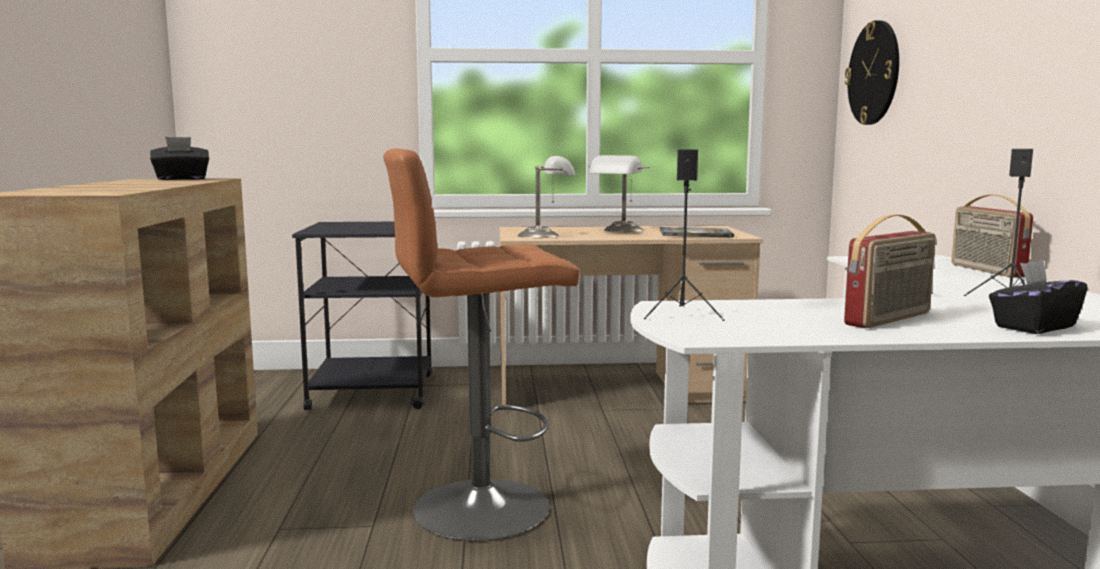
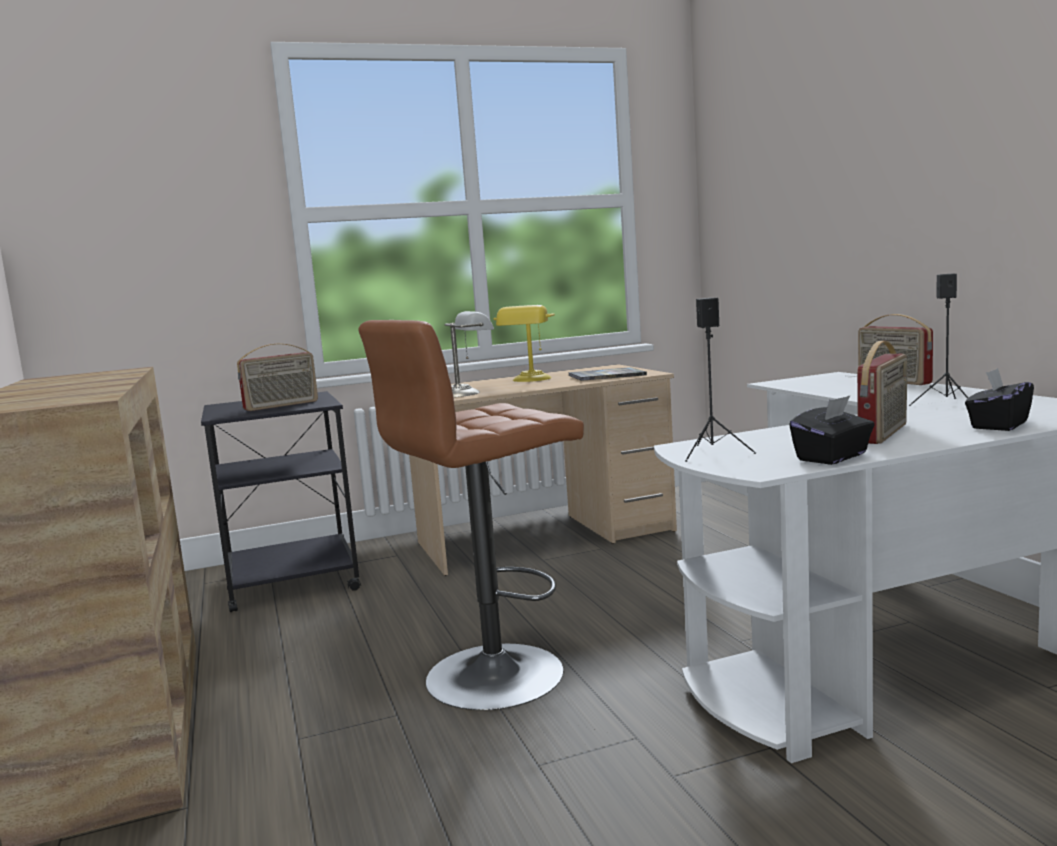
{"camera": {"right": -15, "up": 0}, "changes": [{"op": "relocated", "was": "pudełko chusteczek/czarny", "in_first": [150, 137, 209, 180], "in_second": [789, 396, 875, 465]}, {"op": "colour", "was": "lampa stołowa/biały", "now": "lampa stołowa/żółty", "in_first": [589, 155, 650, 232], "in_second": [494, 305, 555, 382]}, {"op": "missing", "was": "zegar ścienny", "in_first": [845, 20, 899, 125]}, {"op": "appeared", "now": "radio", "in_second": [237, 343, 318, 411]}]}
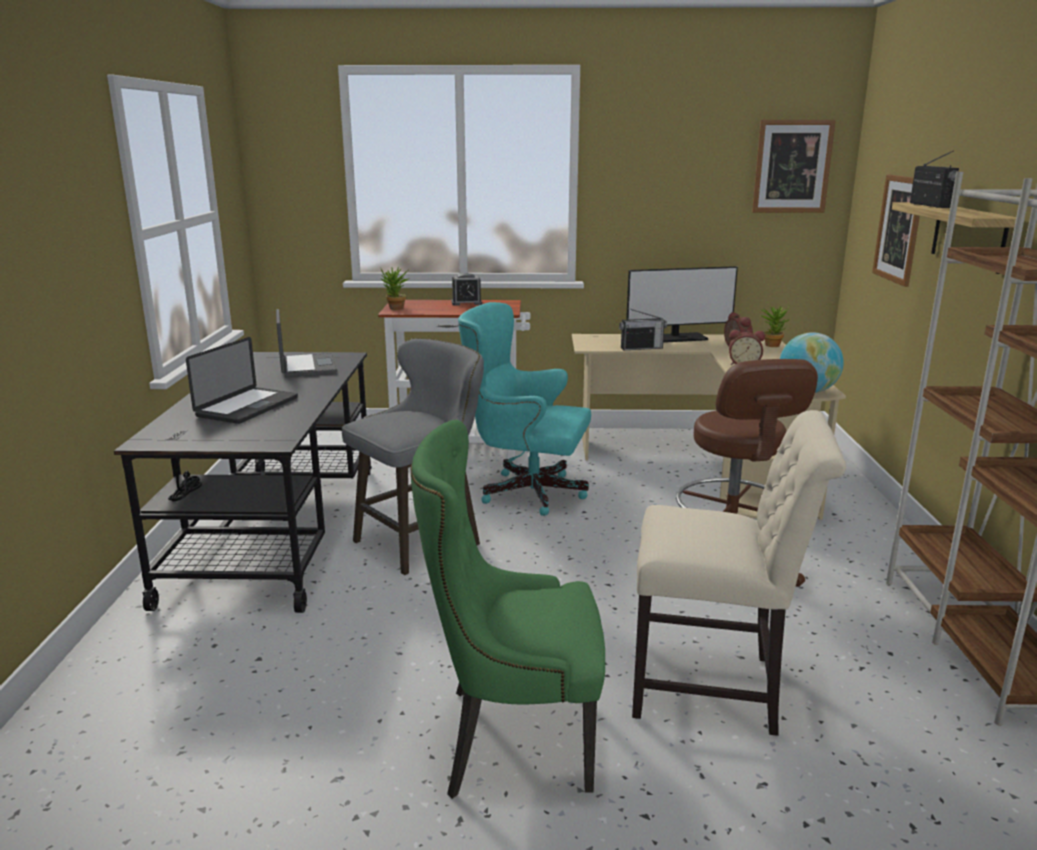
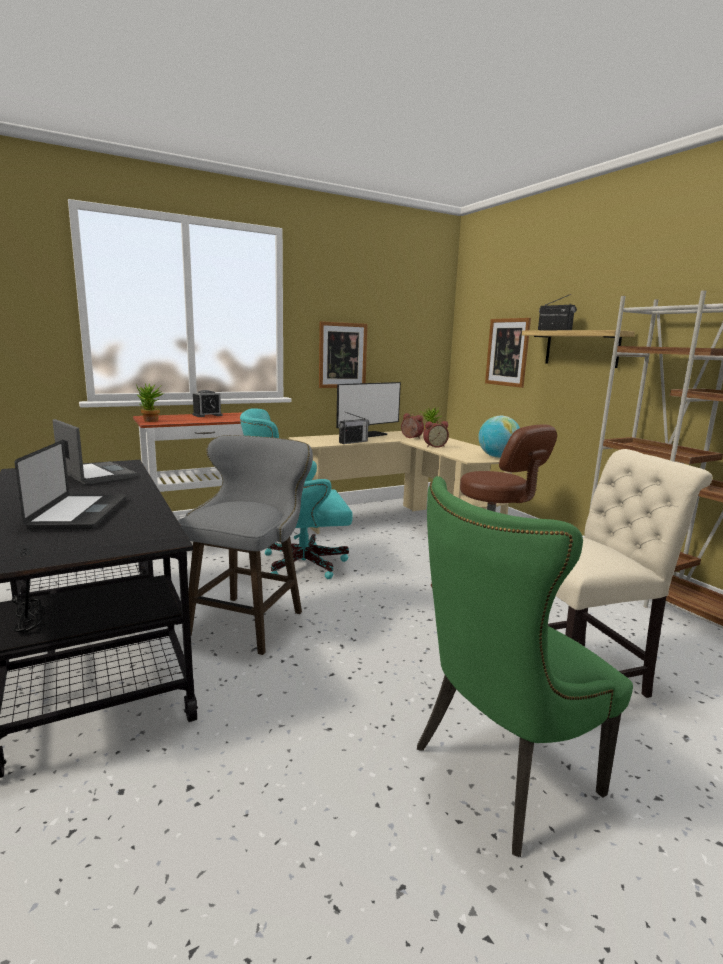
{"camera": {"right": -30, "up": -5}, "changes": [{"op": "relocated", "was": "obraz", "in_first": [752, 120, 836, 213], "in_second": [319, 321, 368, 388]}]}
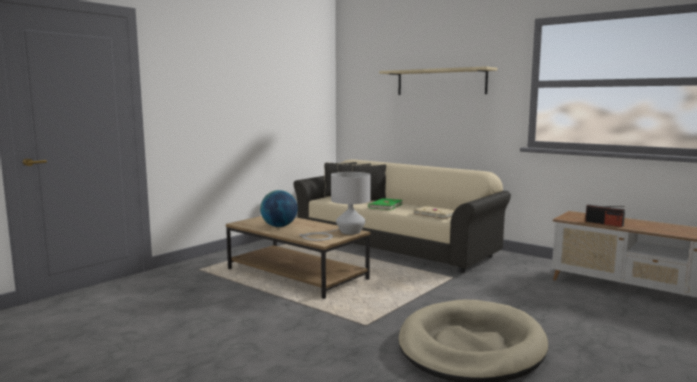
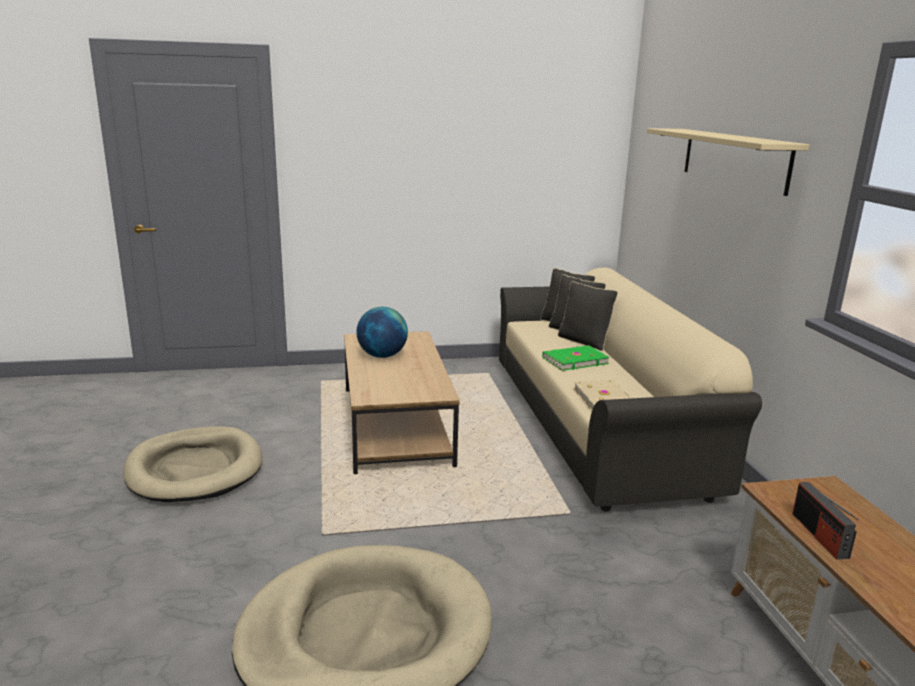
{"camera": {"right": 40, "up": 10}, "changes": [{"op": "missing", "was": "lampa stołowa/szary", "in_first": [299, 172, 371, 241]}, {"op": "appeared", "now": "legowisko/beżowy", "in_second": [123, 426, 262, 502]}]}
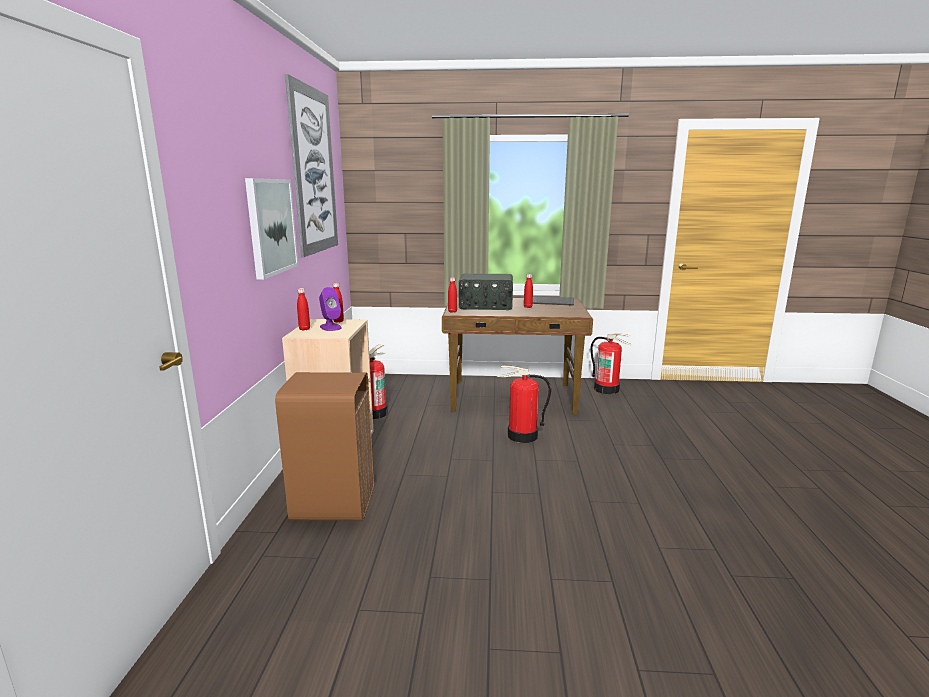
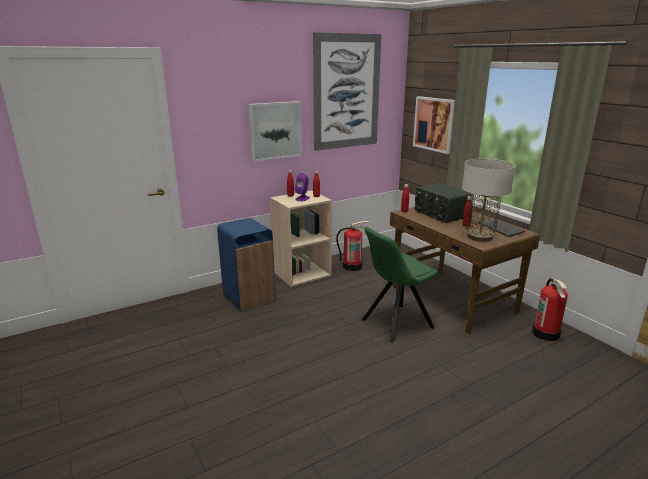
{"camera": {"right": 55, "up": 5}, "changes": [{"op": "colour", "was": "kosz na śmieci/brązowy", "now": "kosz na śmieci/niebieski", "in_first": [275, 372, 374, 521], "in_second": [217, 218, 275, 311]}, {"op": "exchanged", "was": "gaśnica", "now": "krzesło/zielony", "in_first": [497, 365, 551, 443], "in_second": [362, 227, 438, 343]}, {"op": "appeared", "now": "obraz", "in_second": [413, 96, 455, 154]}, {"op": "appeared", "now": "lampa stołowa", "in_second": [462, 159, 516, 242]}]}
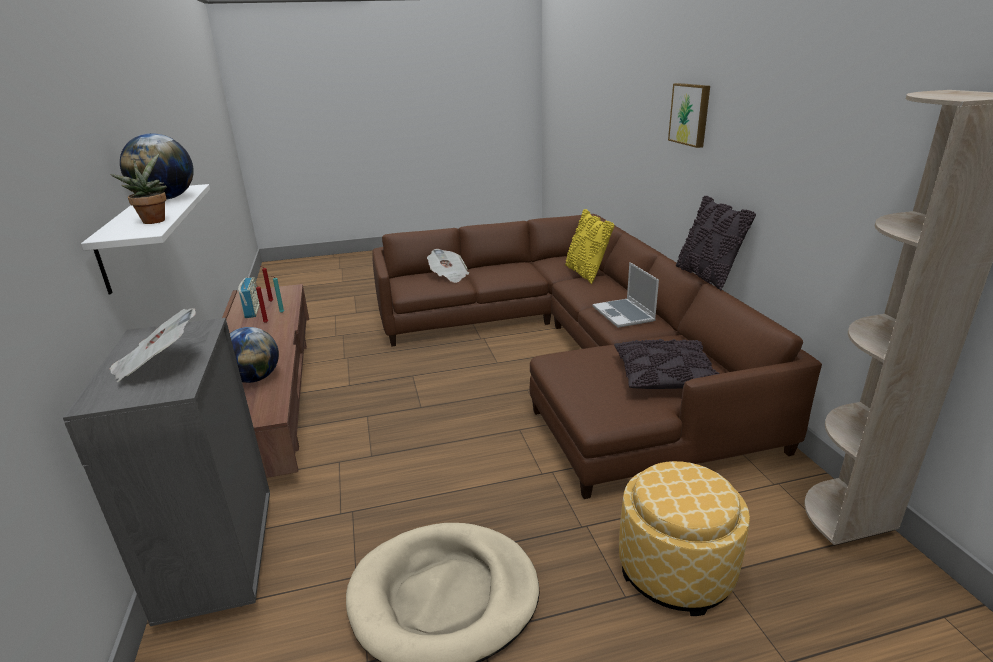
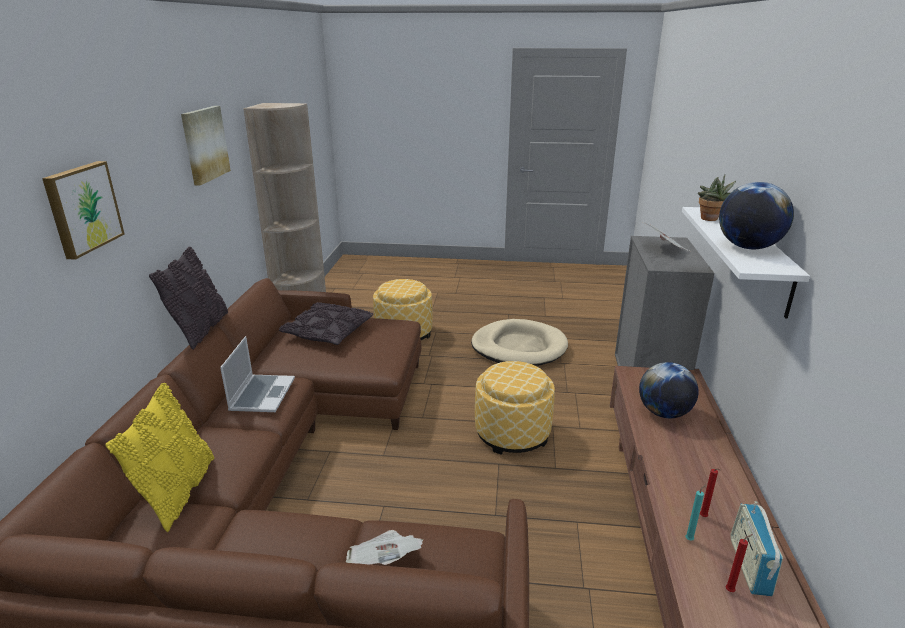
{"camera": {"right": -160, "up": 0}, "changes": [{"op": "appeared", "now": "obraz", "in_second": [181, 106, 231, 185]}, {"op": "appeared", "now": "pufa", "in_second": [475, 361, 555, 455]}]}
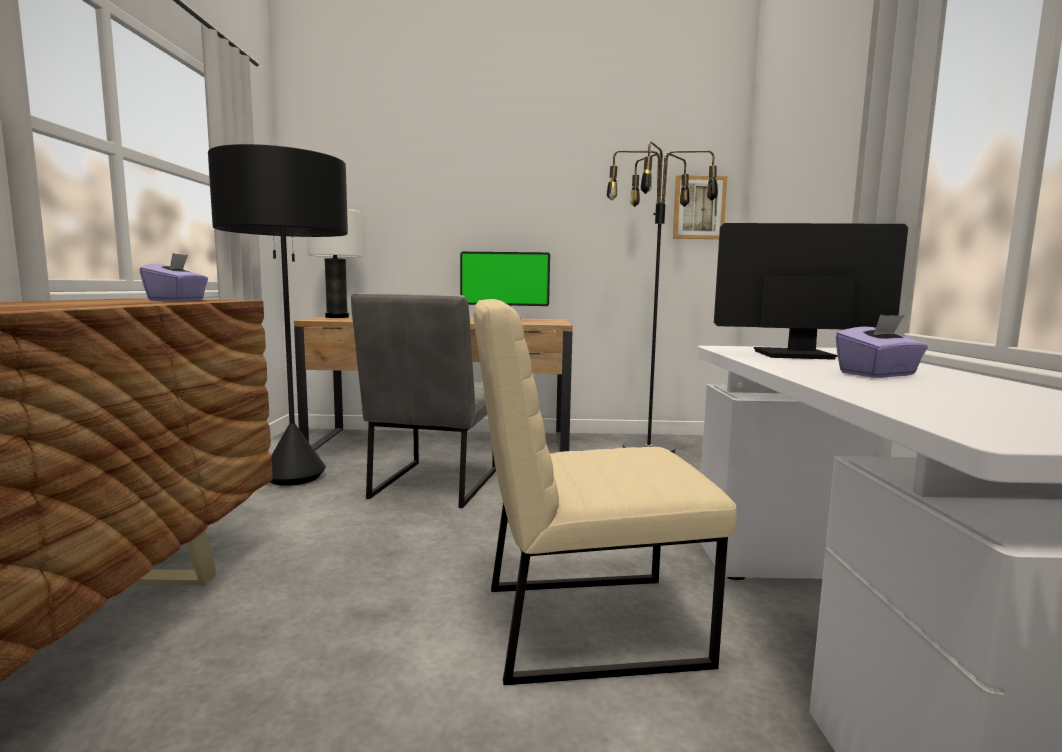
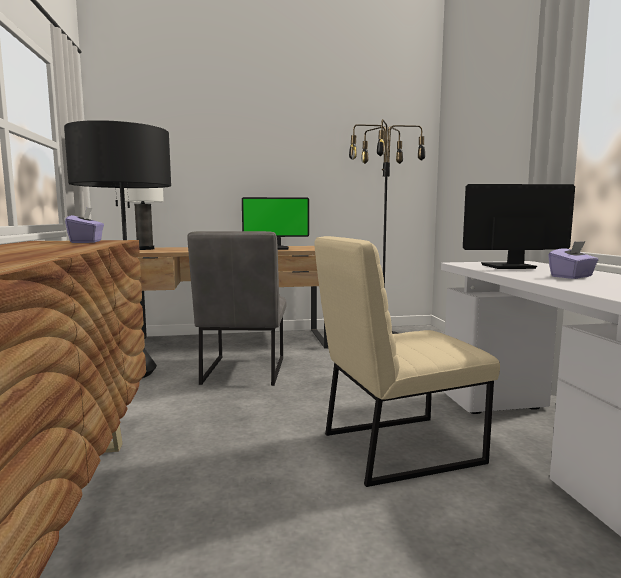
{"camera": {"right": -10, "up": 0}, "changes": [{"op": "missing", "was": "obraz", "in_first": [673, 176, 727, 239]}]}
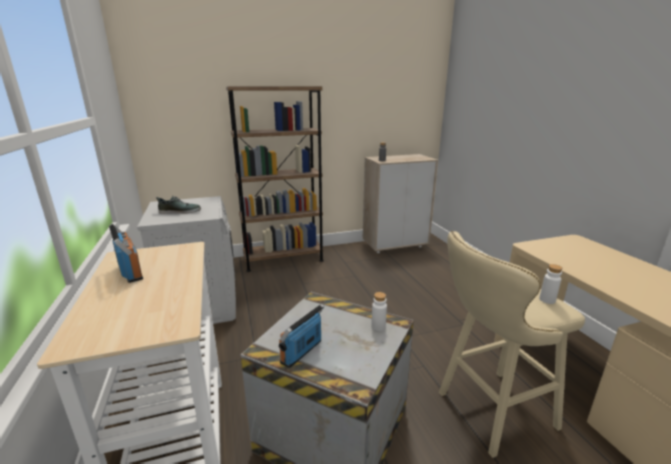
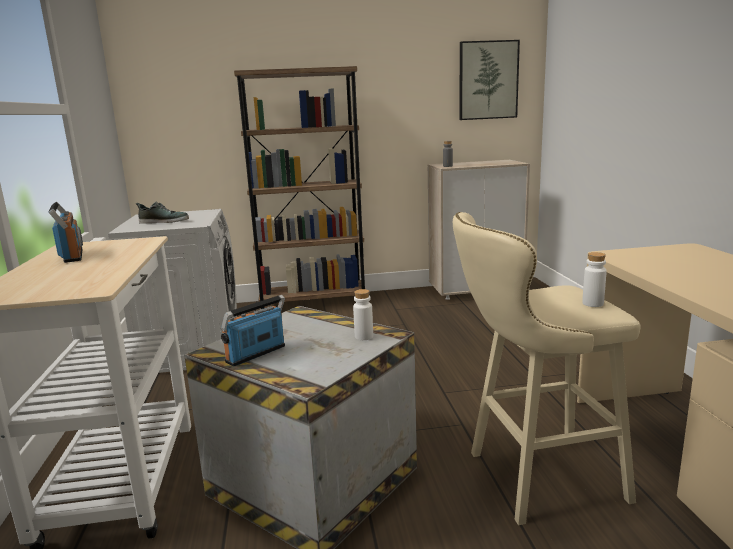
{"camera": {"right": 10, "up": -5}, "changes": [{"op": "appeared", "now": "obraz", "in_second": [459, 40, 520, 120]}]}
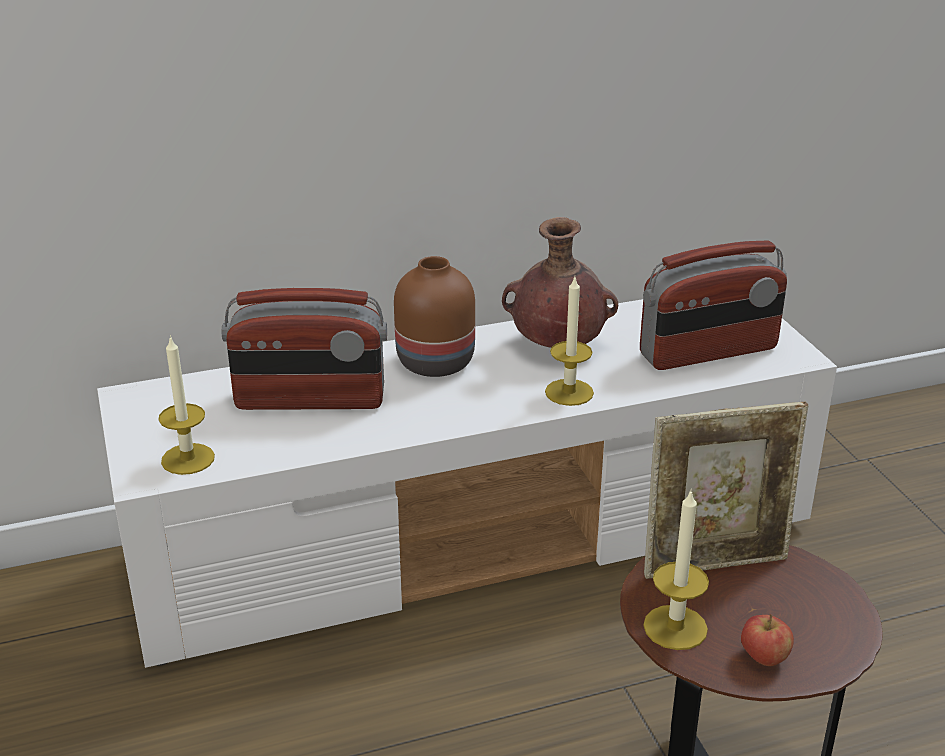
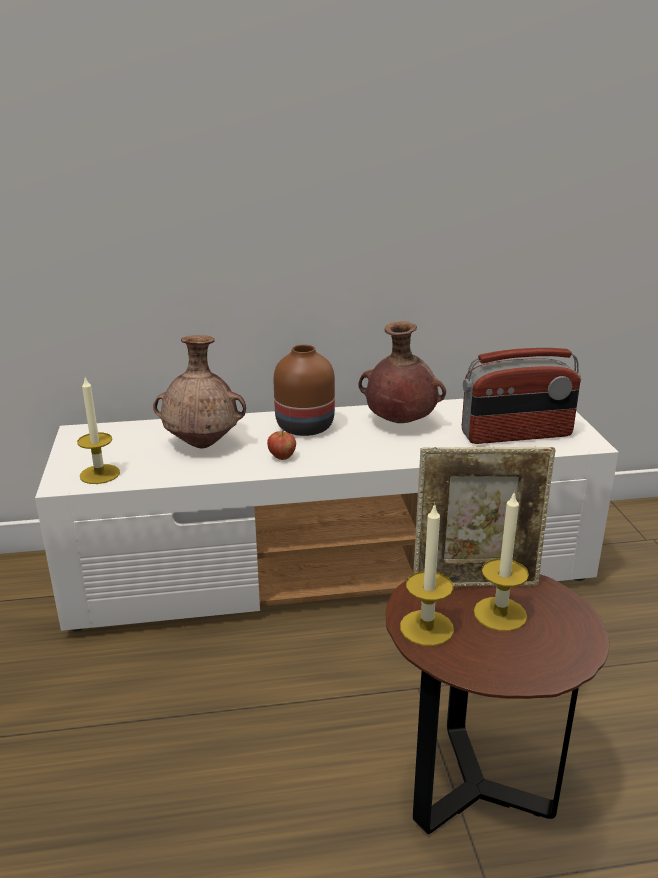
{"camera": {"right": 10, "up": -5}, "changes": [{"op": "exchanged", "was": "radio", "now": "wazon/brązowy", "in_first": [222, 288, 387, 410], "in_second": [153, 335, 246, 449]}, {"op": "relocated", "was": "świeca", "in_first": [545, 277, 594, 406], "in_second": [474, 491, 529, 632]}, {"op": "relocated", "was": "jabłko", "in_first": [741, 614, 794, 666], "in_second": [267, 428, 296, 460]}]}
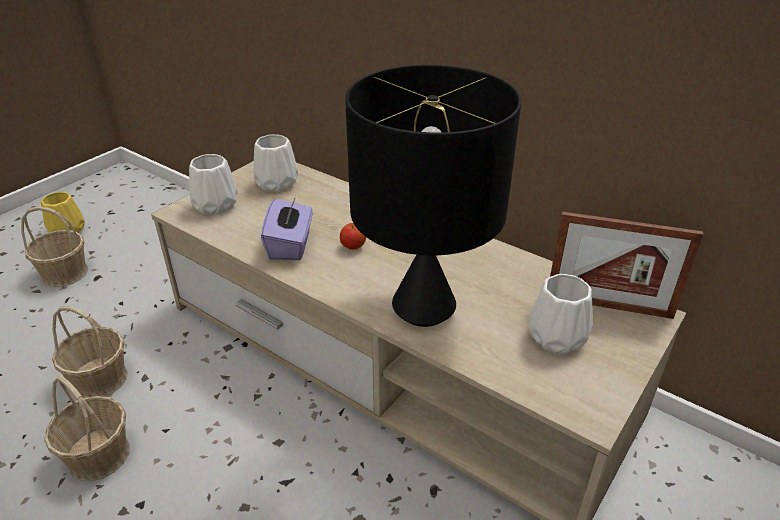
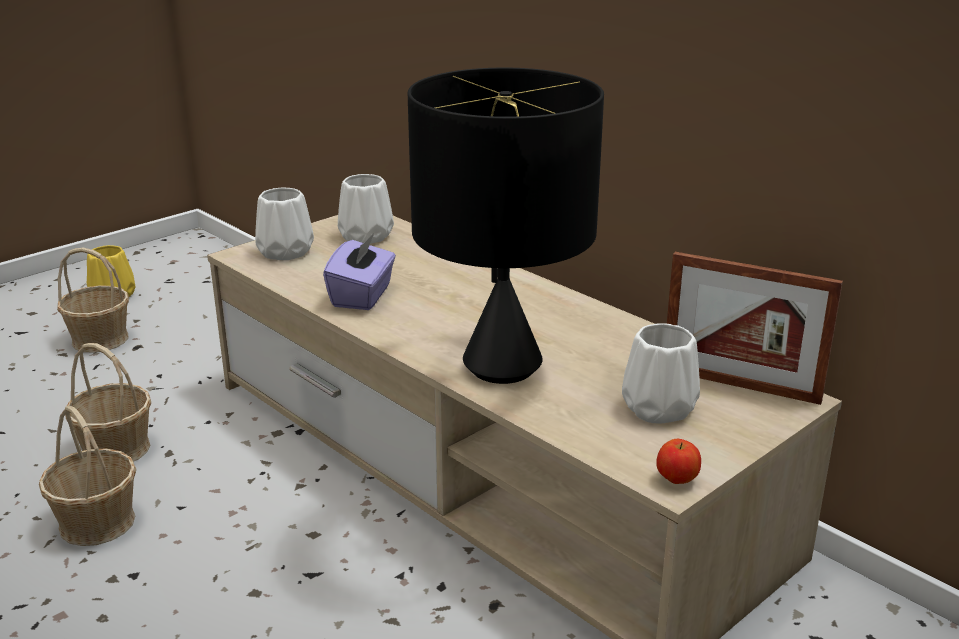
{"camera": {"right": 10, "up": -10}, "changes": [{"op": "relocated", "was": "jabłko", "in_first": [340, 223, 366, 250], "in_second": [656, 439, 701, 484]}]}
